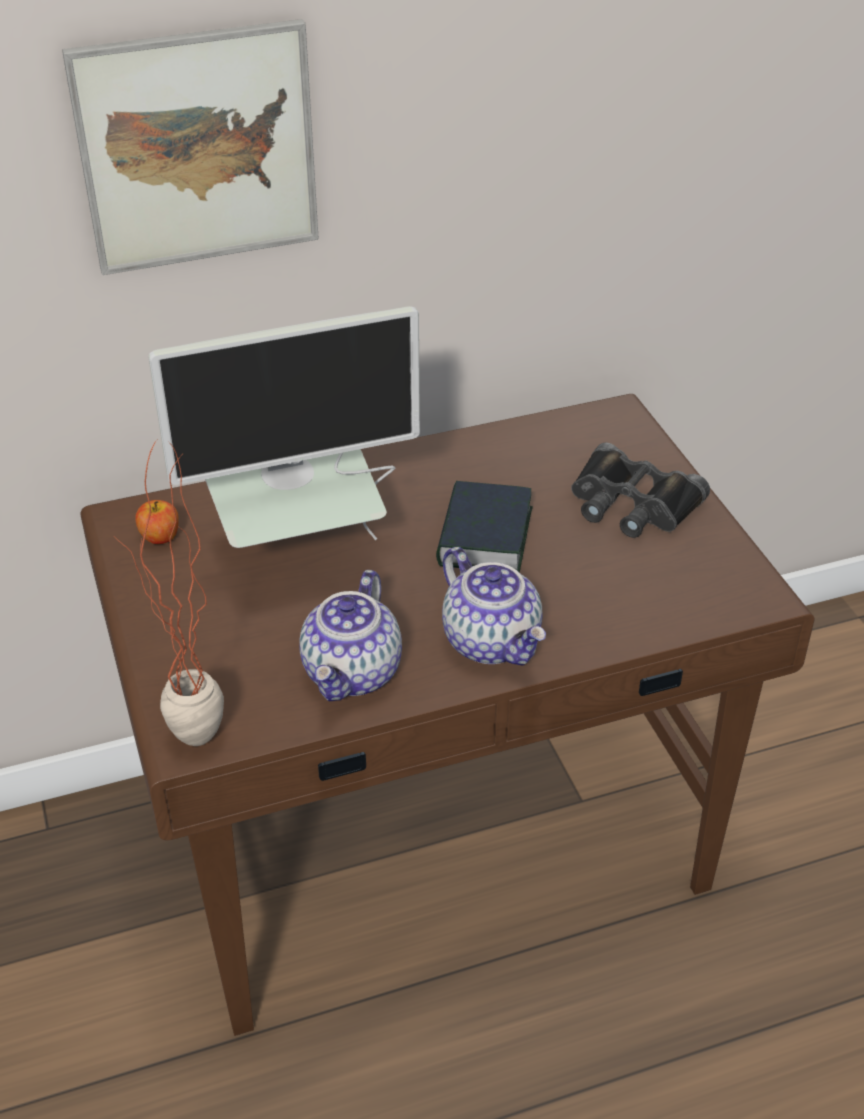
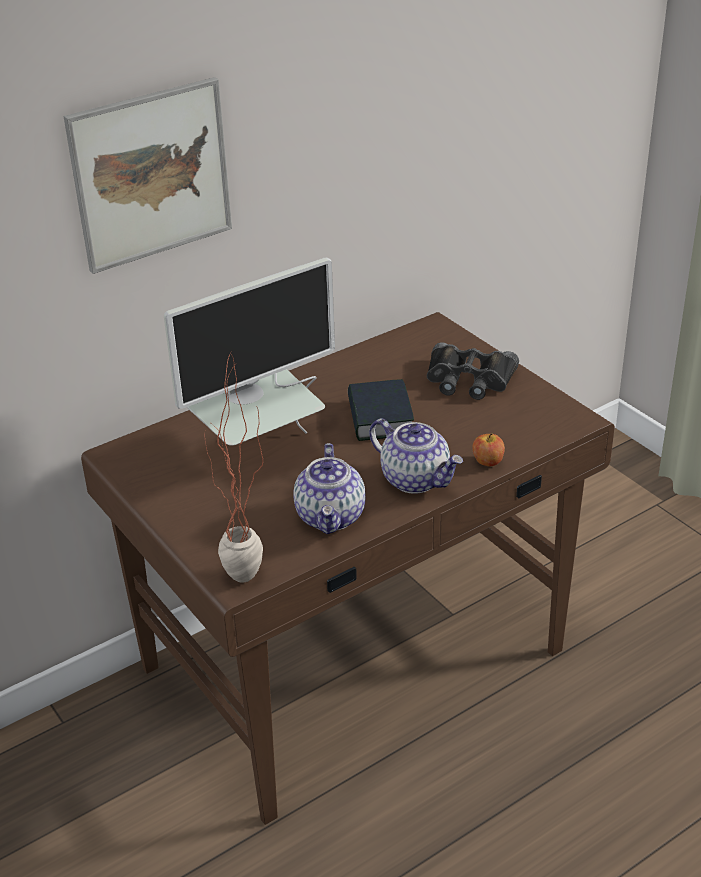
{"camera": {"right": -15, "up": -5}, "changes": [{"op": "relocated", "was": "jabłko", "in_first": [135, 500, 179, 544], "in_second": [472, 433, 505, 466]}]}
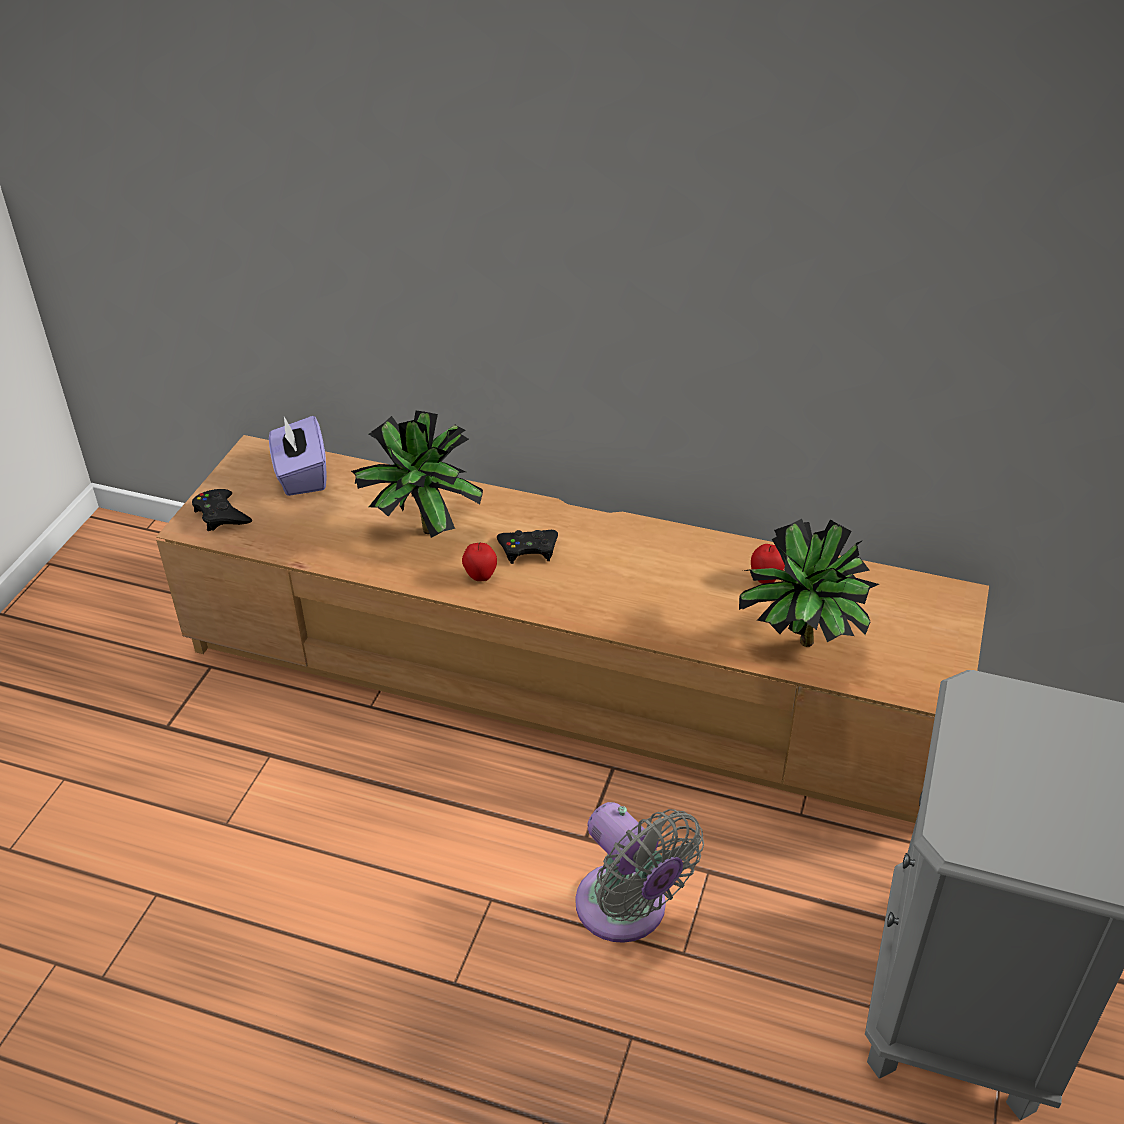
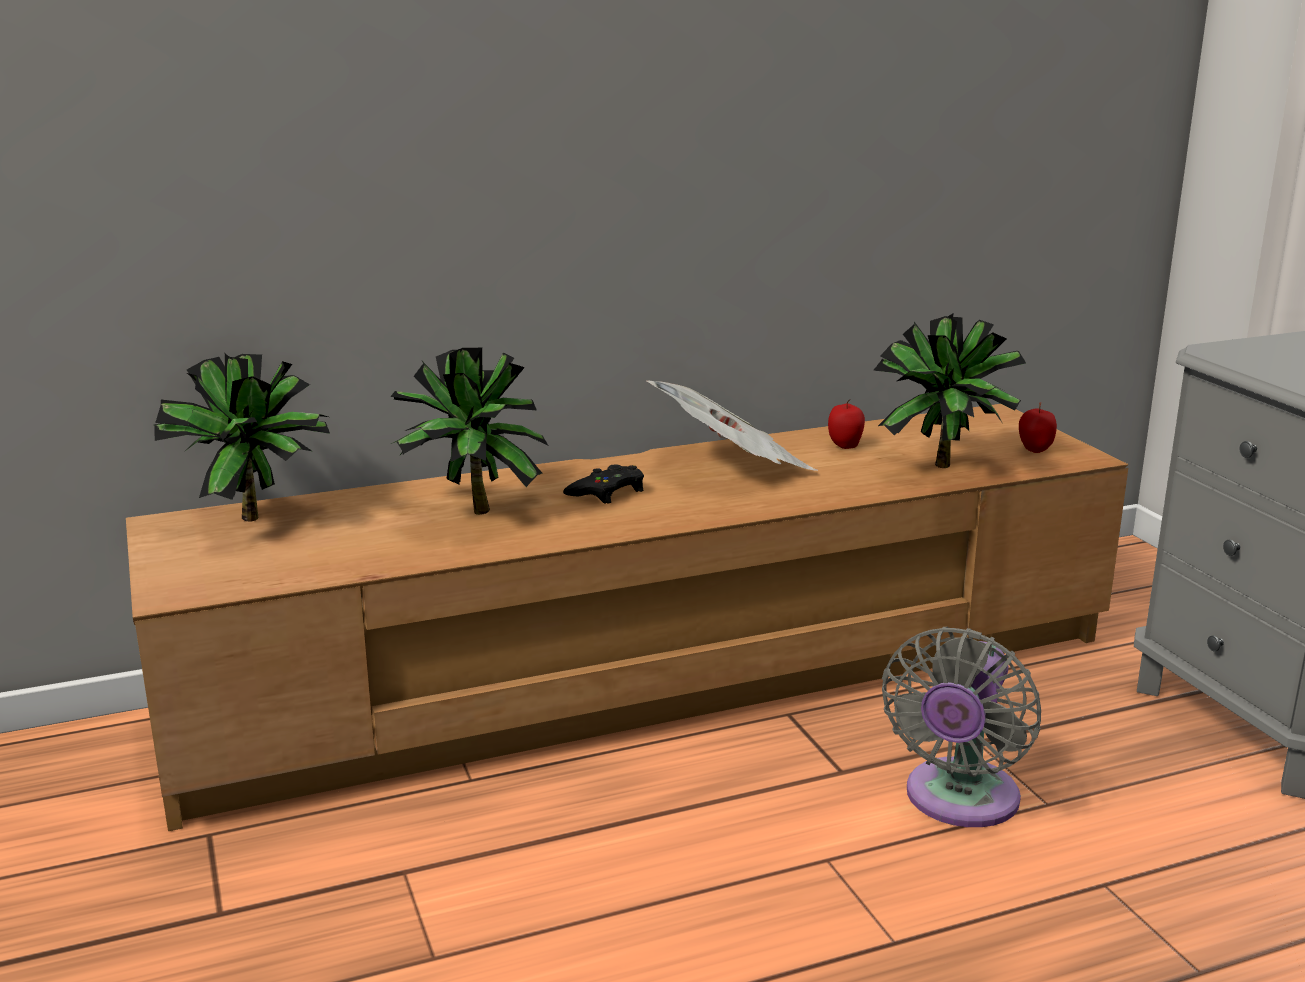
{"camera": {"right": -40, "up": -20}, "changes": [{"op": "missing", "was": "pad do gier/czarny", "in_first": [192, 489, 252, 531]}, {"op": "exchanged", "was": "pudełko chusteczek/fioletowy", "now": "roślina doniczkowa", "in_first": [269, 416, 327, 496], "in_second": [154, 353, 330, 521]}, {"op": "relocated", "was": "jabłko", "in_first": [462, 542, 497, 581], "in_second": [1019, 402, 1057, 453]}, {"op": "spun", "was": "wentylator/szary", "in_first": [575, 802, 704, 943], "in_second": [882, 627, 1041, 827], "clockwise": 105}, {"op": "appeared", "now": "gazeta", "in_second": [646, 380, 818, 471]}]}
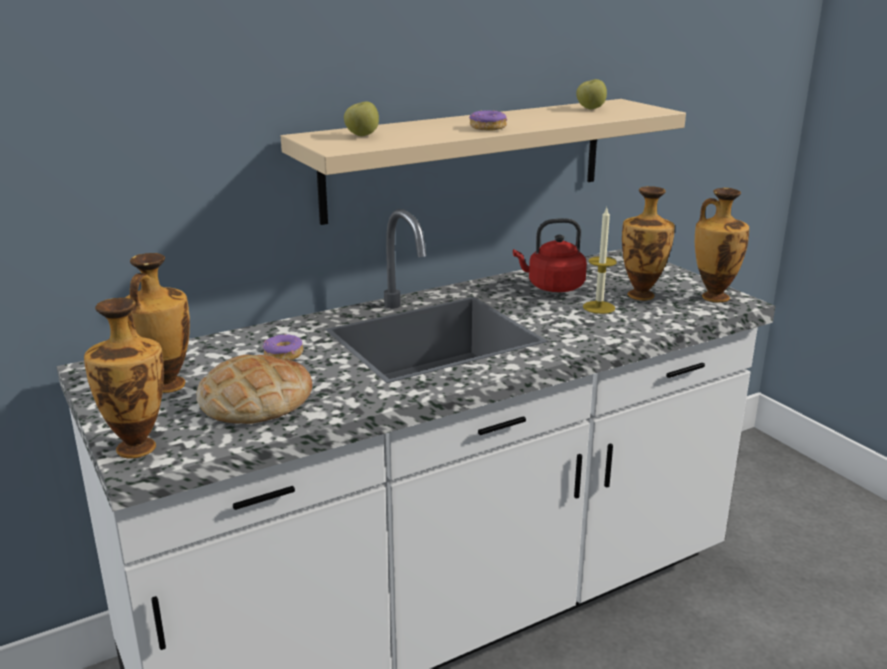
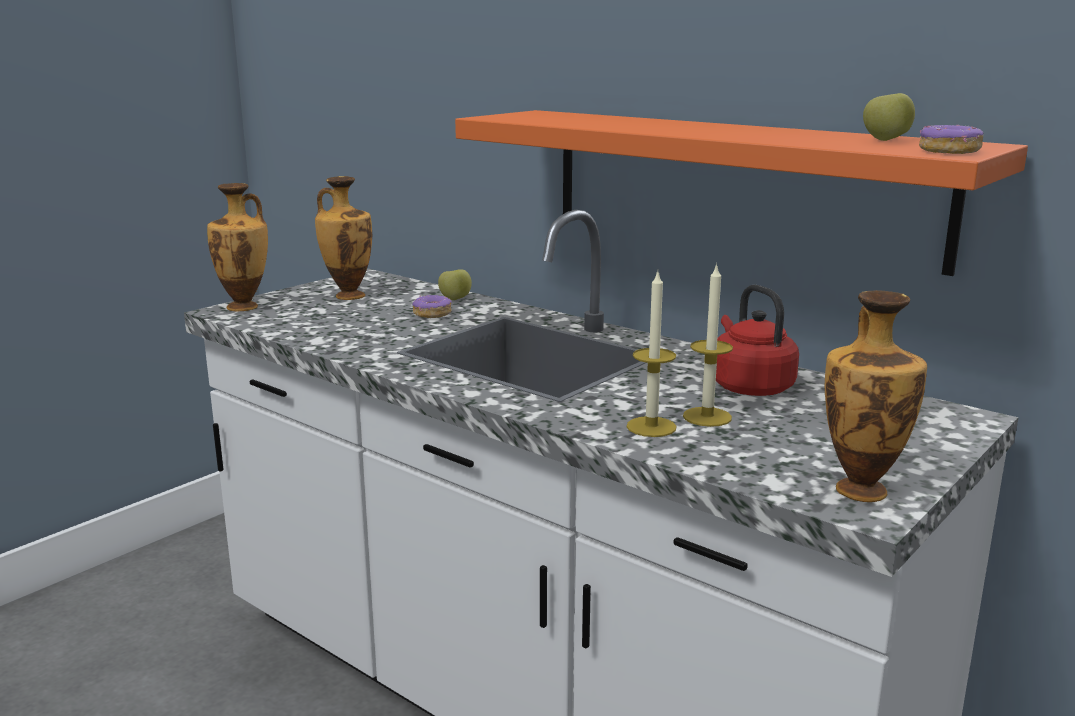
{"camera": {"right": 70, "up": -5}, "changes": [{"op": "missing", "was": "chleb", "in_first": [196, 355, 312, 424]}, {"op": "colour", "was": "półka/beżowy", "now": "półka/pomarańczowy", "in_first": [281, 99, 686, 225], "in_second": [455, 110, 1028, 276]}, {"op": "relocated", "was": "jabłko", "in_first": [344, 101, 379, 136], "in_second": [438, 269, 472, 300]}, {"op": "relocated", "was": "donut", "in_first": [469, 110, 507, 131], "in_second": [919, 125, 984, 154]}, {"op": "missing", "was": "wazon", "in_first": [622, 186, 675, 300]}, {"op": "appeared", "now": "świeca", "in_second": [627, 272, 676, 437]}]}
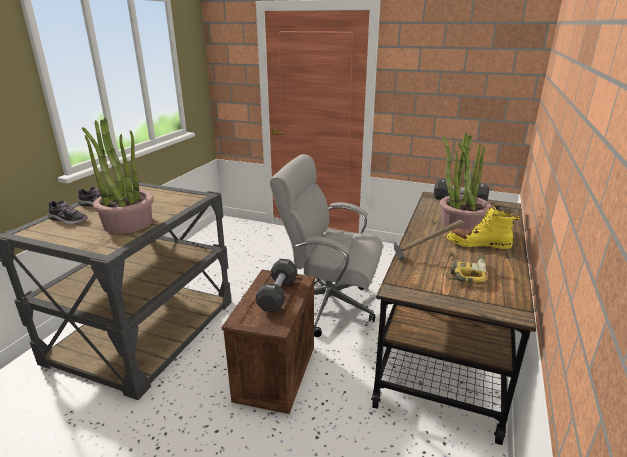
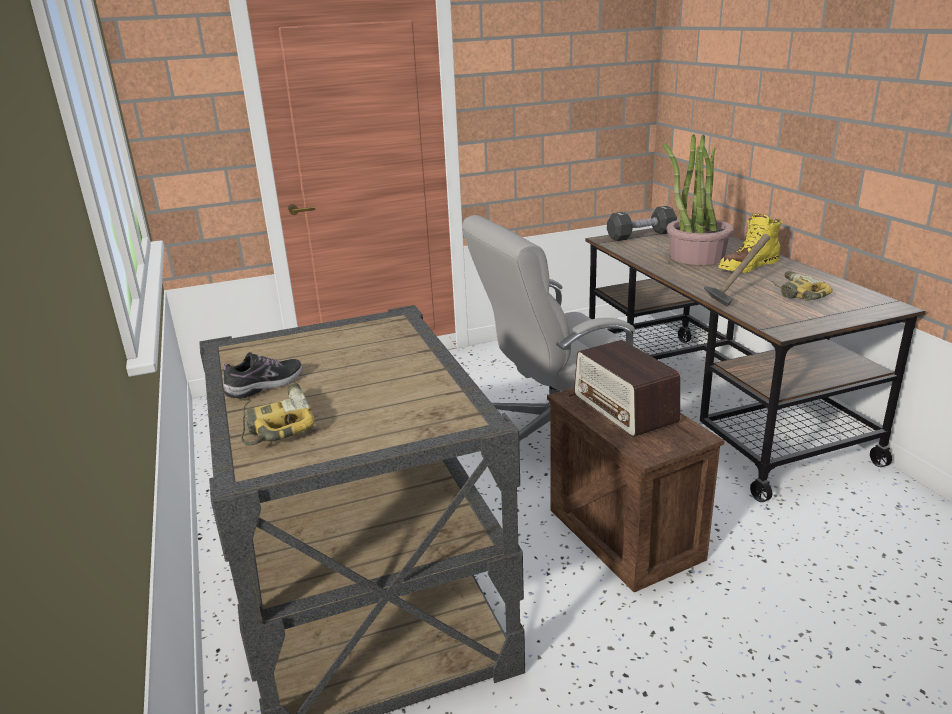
{"camera": {"right": -40, "up": 0}, "changes": [{"op": "exchanged", "was": "but", "now": "wiertarka", "in_first": [48, 199, 88, 224], "in_second": [241, 382, 315, 445]}, {"op": "missing", "was": "roślina doniczkowa", "in_first": [82, 118, 154, 234]}, {"op": "exchanged", "was": "hantel/czarny", "now": "radio", "in_first": [256, 259, 297, 312], "in_second": [574, 340, 680, 437]}]}
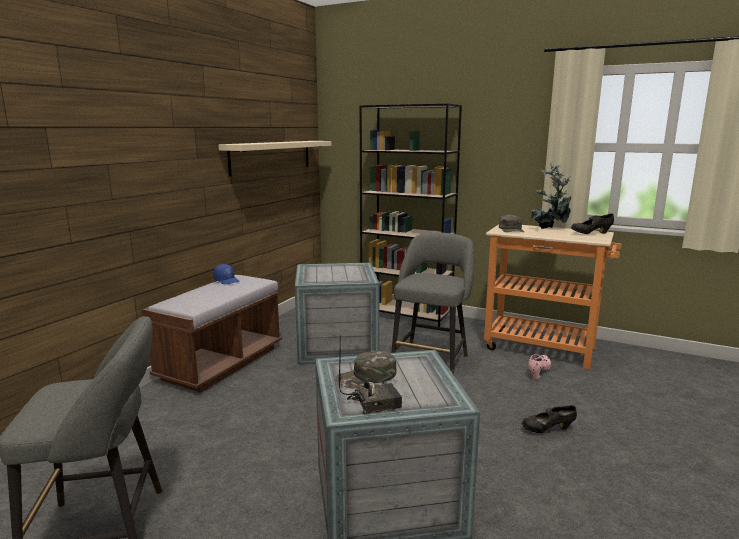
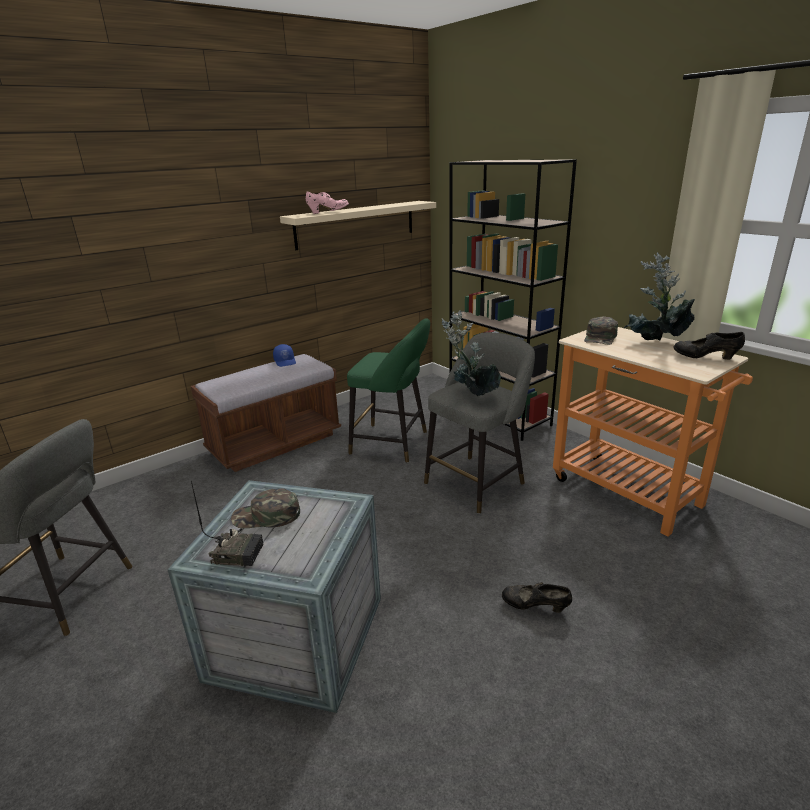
{"camera": {"right": 25, "up": 10}, "changes": [{"op": "exchanged", "was": "skrzynka", "now": "stołek/zielony", "in_first": [295, 263, 380, 364], "in_second": [347, 318, 430, 463]}, {"op": "relocated", "was": "but/różowy", "in_first": [528, 354, 551, 379], "in_second": [306, 192, 349, 214]}, {"op": "appeared", "now": "roślina doniczkowa", "in_second": [442, 310, 501, 396]}]}
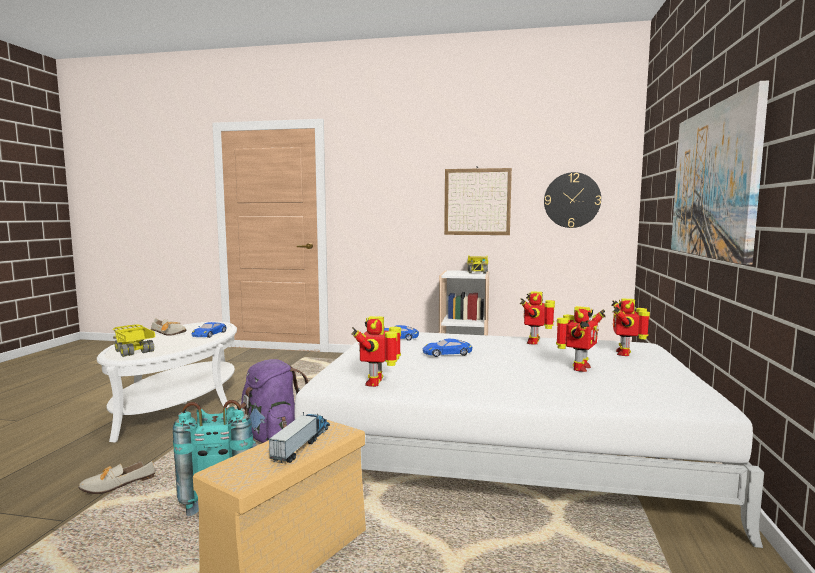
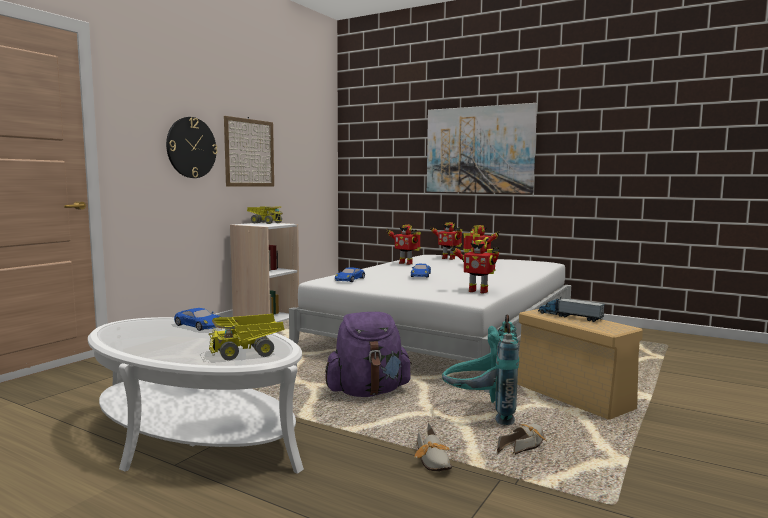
{"camera": {"right": -70, "up": 0}, "changes": [{"op": "relocated", "was": "but", "in_first": [151, 318, 187, 336], "in_second": [497, 424, 547, 455]}, {"op": "relocated", "was": "zegar ścienny", "in_first": [544, 172, 601, 228], "in_second": [166, 117, 218, 178]}]}
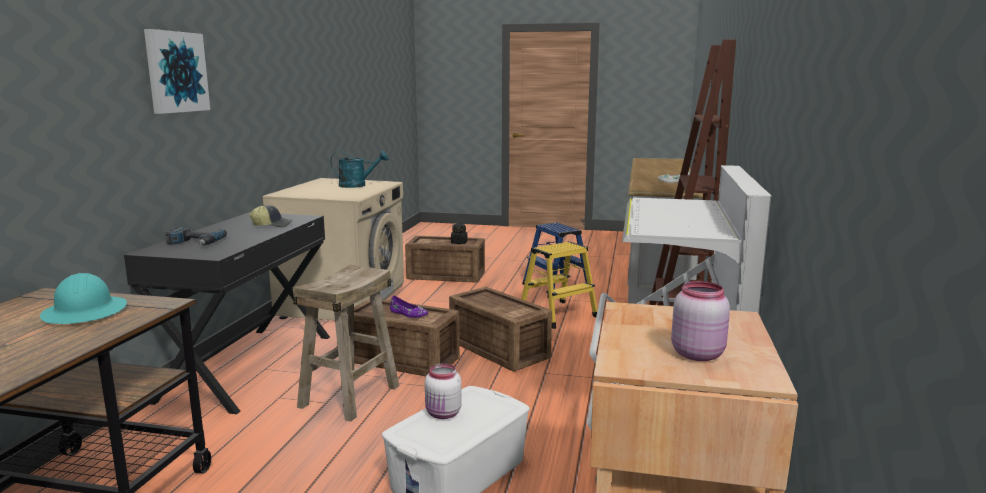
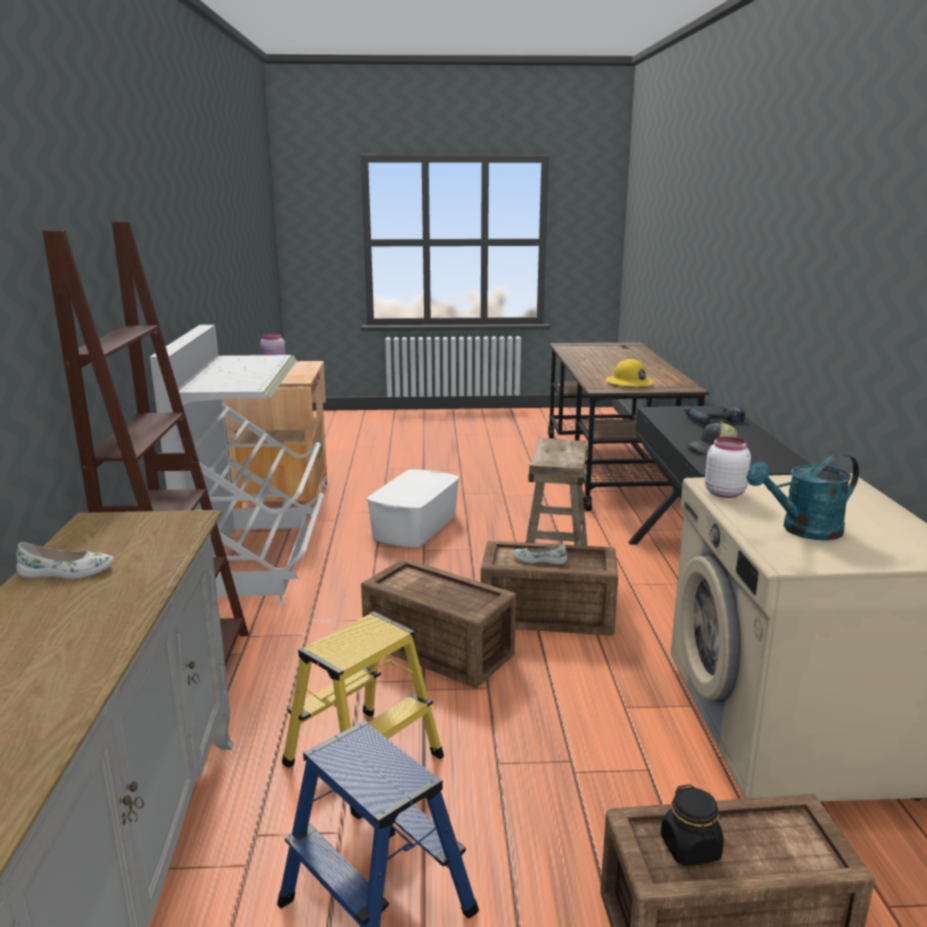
{"camera": {"right": 165, "up": 5}, "changes": [{"op": "colour", "was": "kask/turkusowy", "now": "kask/żółty", "in_first": [40, 273, 127, 324], "in_second": [605, 359, 654, 387]}, {"op": "missing", "was": "obraz", "in_first": [144, 29, 210, 114]}, {"op": "colour", "was": "but/fioletowy", "now": "but/biały", "in_first": [390, 296, 428, 318], "in_second": [512, 544, 567, 564]}, {"op": "relocated", "was": "słoik/biały", "in_first": [425, 364, 462, 419], "in_second": [705, 436, 751, 498]}]}
